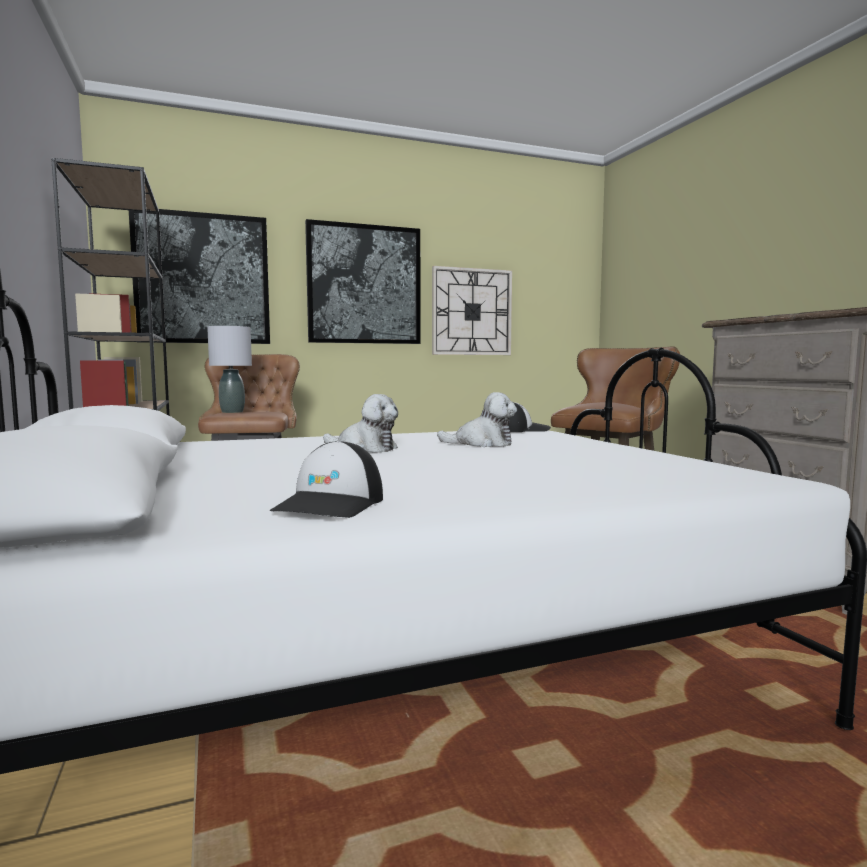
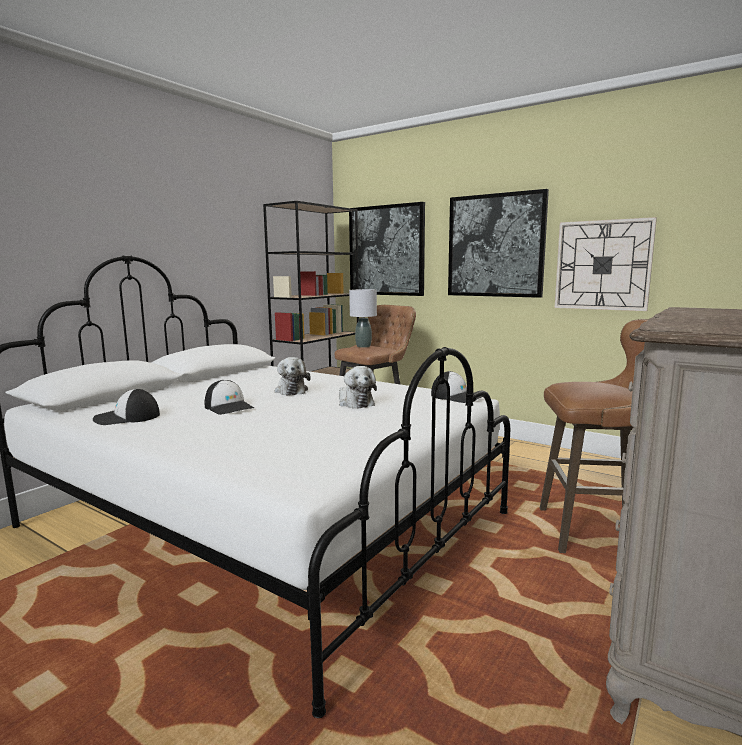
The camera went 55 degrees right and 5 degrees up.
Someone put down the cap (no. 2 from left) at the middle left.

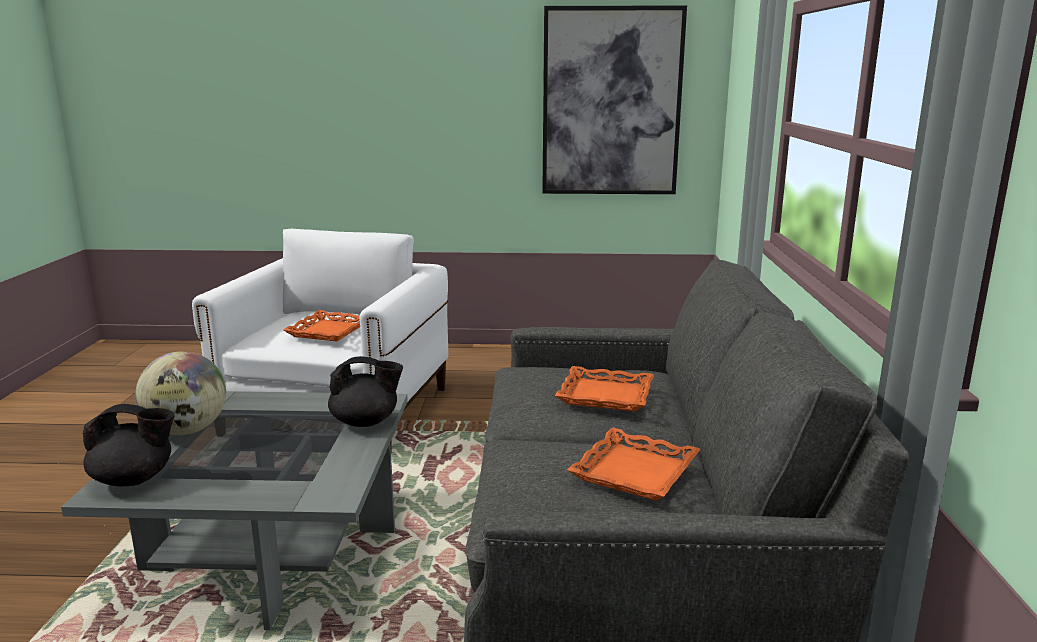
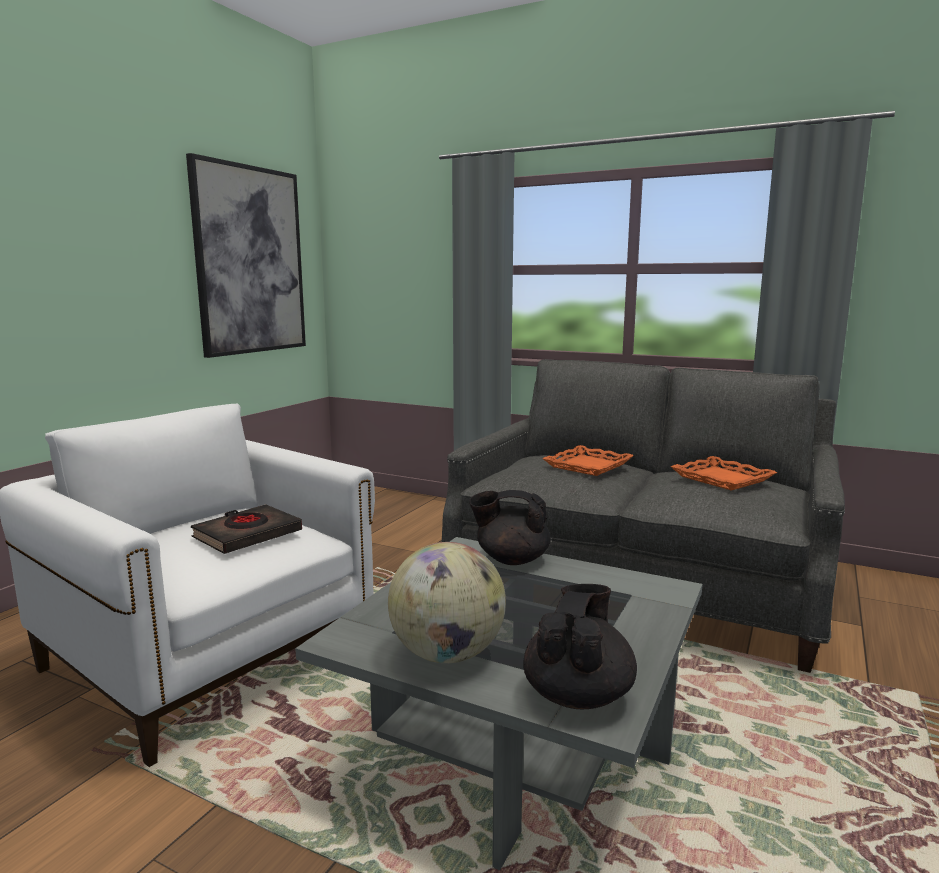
The camera went 65 degrees left and 5 degrees down.
Someone swapped the orange tray (no. 1 from left) at the middle left for the black book at the middle left.
Someone rotated the black teapot (no. 2 from left in the first image) at the centre by 105 degrees counterclockwise.

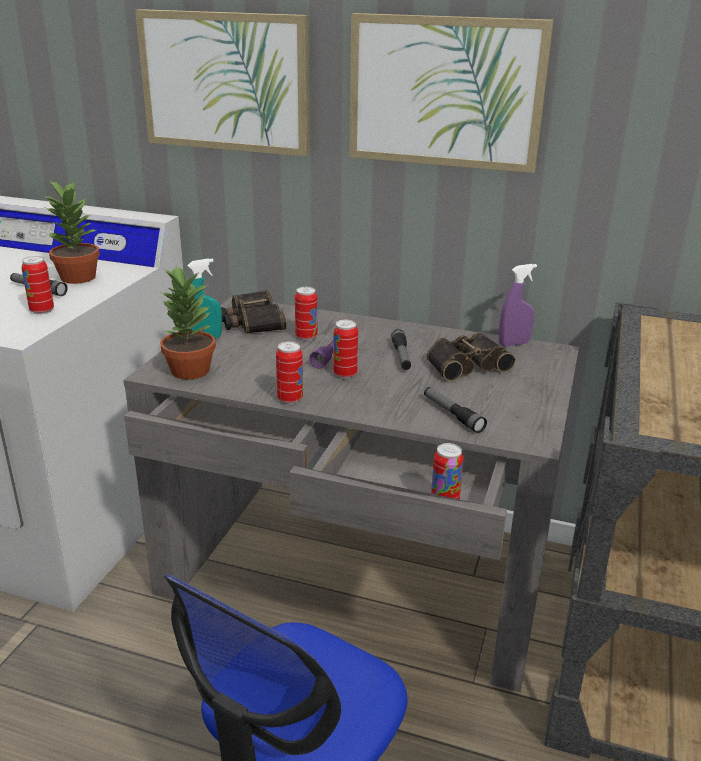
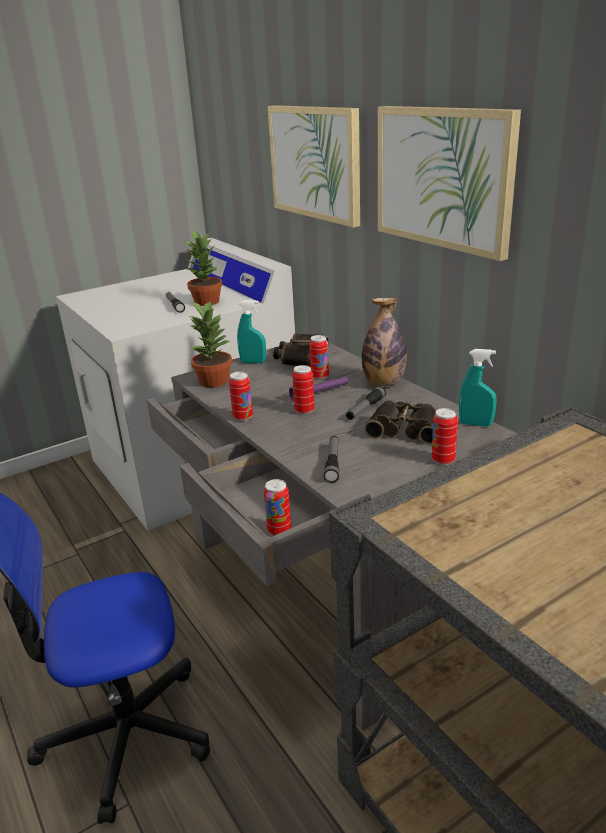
The camera went 40 degrees right and 0 degrees up.
Someone carried the can (no. 1 from left in the first image) from the middle left to the middle right.
Someone repainted the purple spray bottle at the middle right, which became the turquoise spray bottle (no. 2 from left) at the middle right.
Someone put down the bottle at the centre.

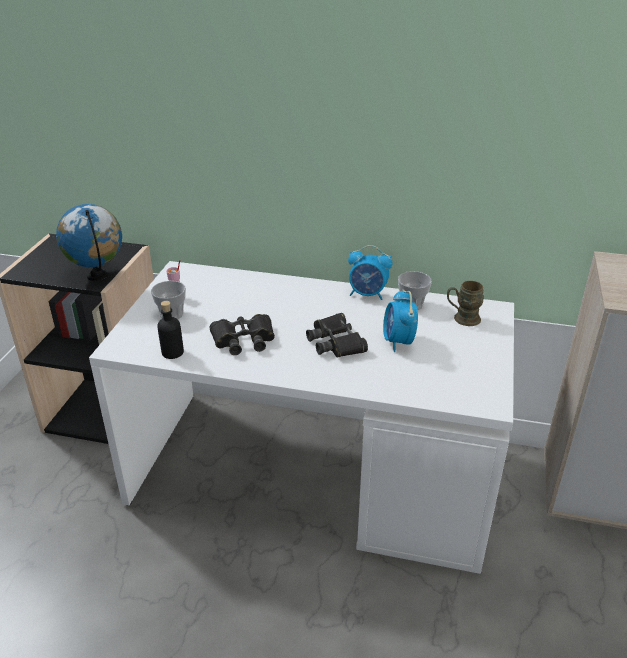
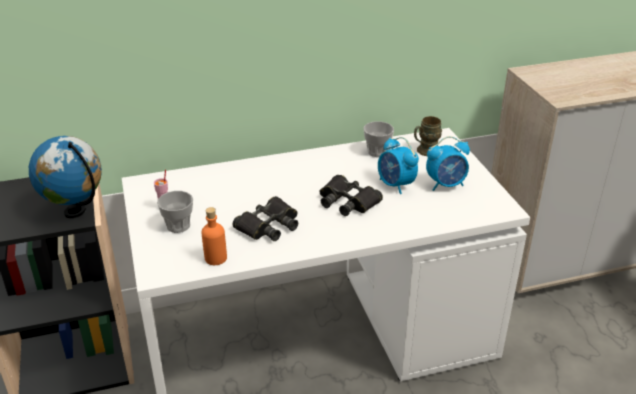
The camera went 30 degrees left and 0 degrees up.
Someone carried the alarm clock (no. 1 from left in the first image) from the centre to the middle right.
Someone repainted the black bottle at the middle left, which became the orange bottle at the centre.

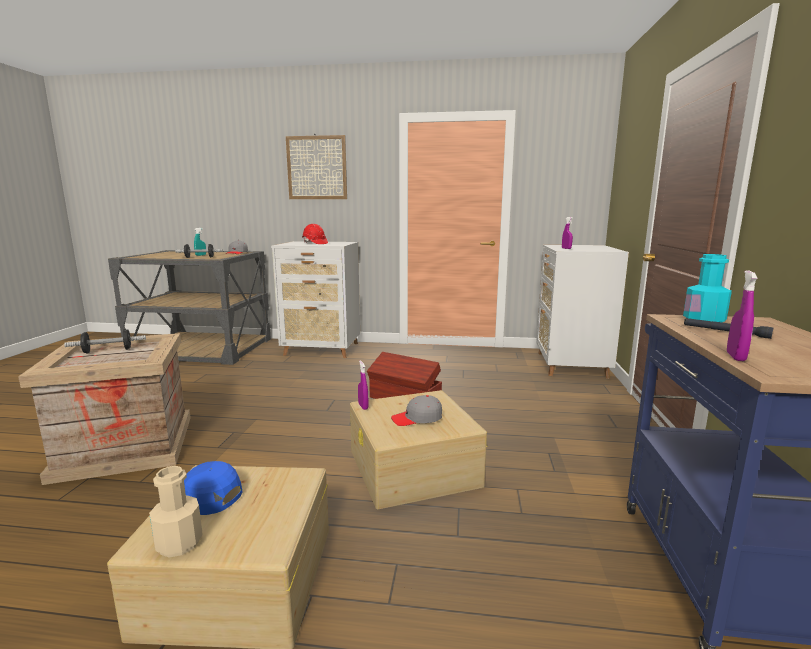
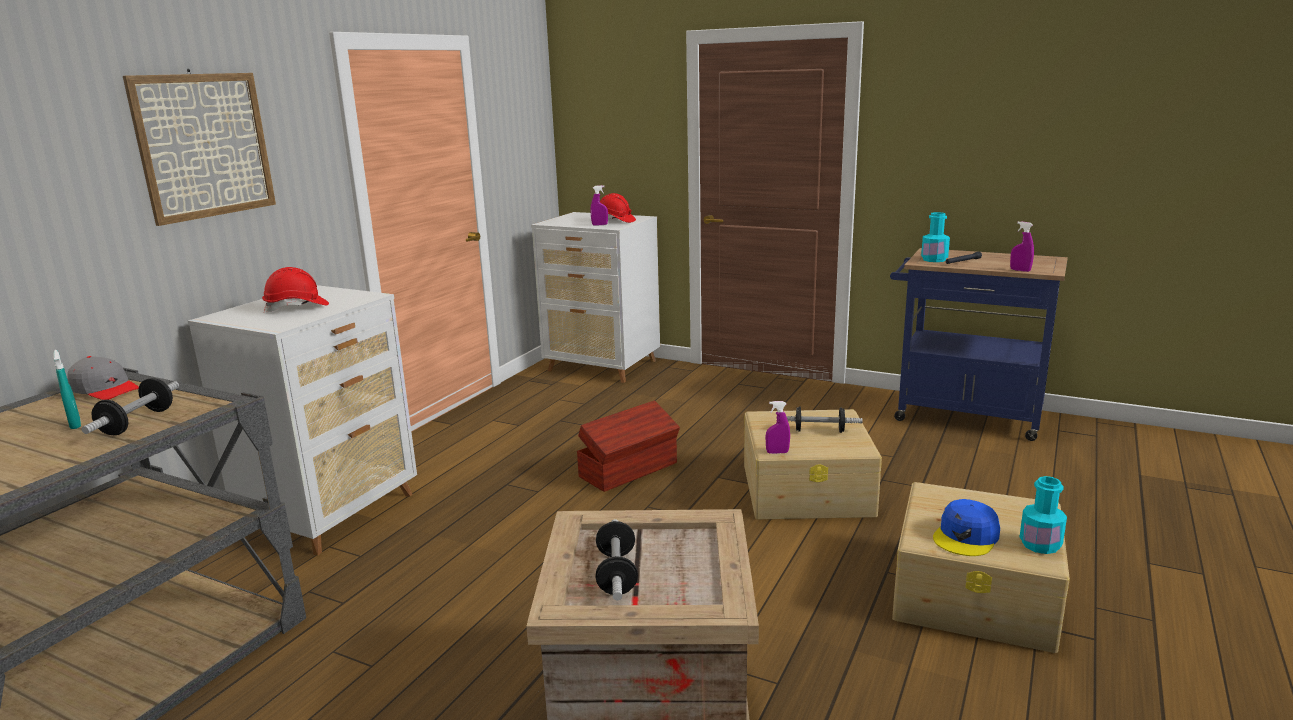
The camera went 70 degrees left and 5 degrees up.
Someone swapped the grey cap (no. 2 from left) at the centre for the dumbbell (no. 3 from left) at the centre.
Someone repainted the beige bottle at the bottom left, which became the turquoise bottle (no. 2 from left) at the bottom right.
Someone put down the red hard hat (no. 2 from left) at the top centre.

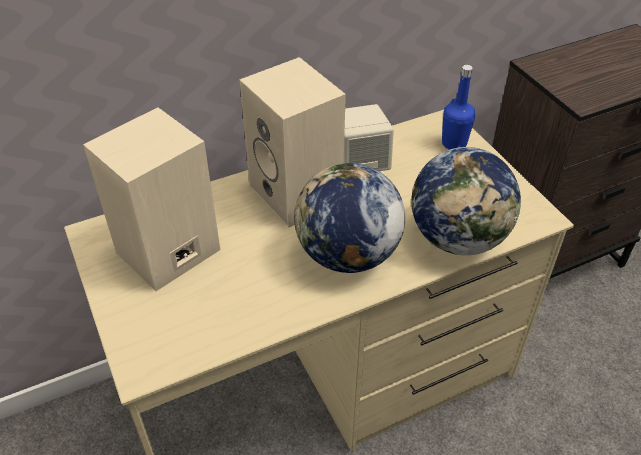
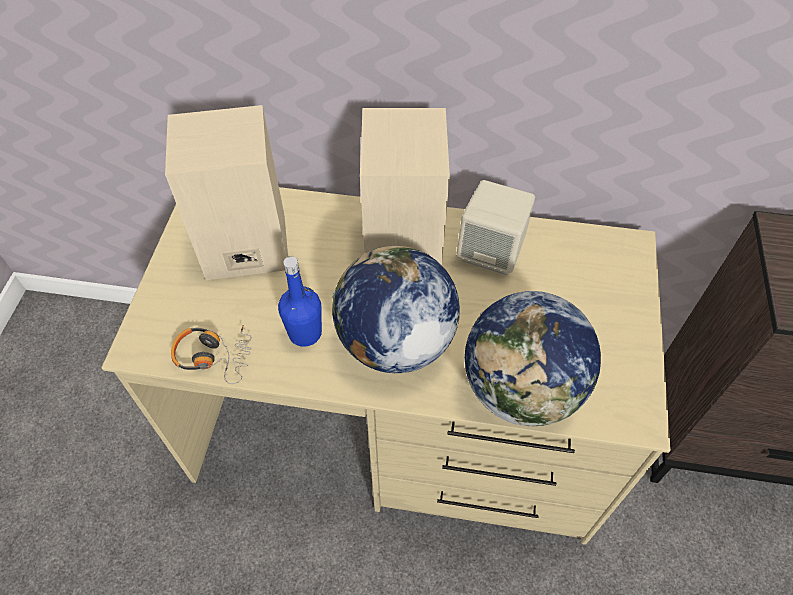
The camera went 35 degrees right and 10 degrees up.
Someone carried the blue bottle from the top right to the centre.
Someone put down the headphones at the middle left.

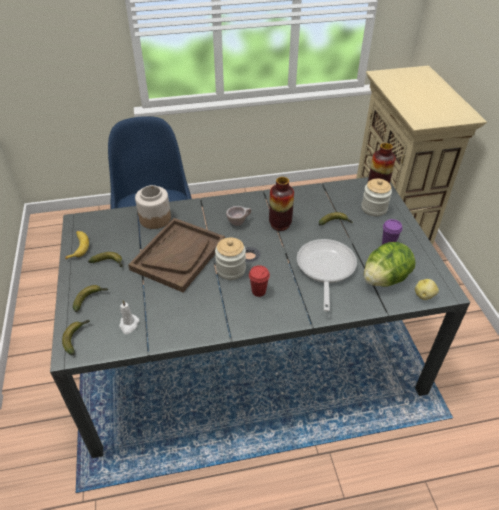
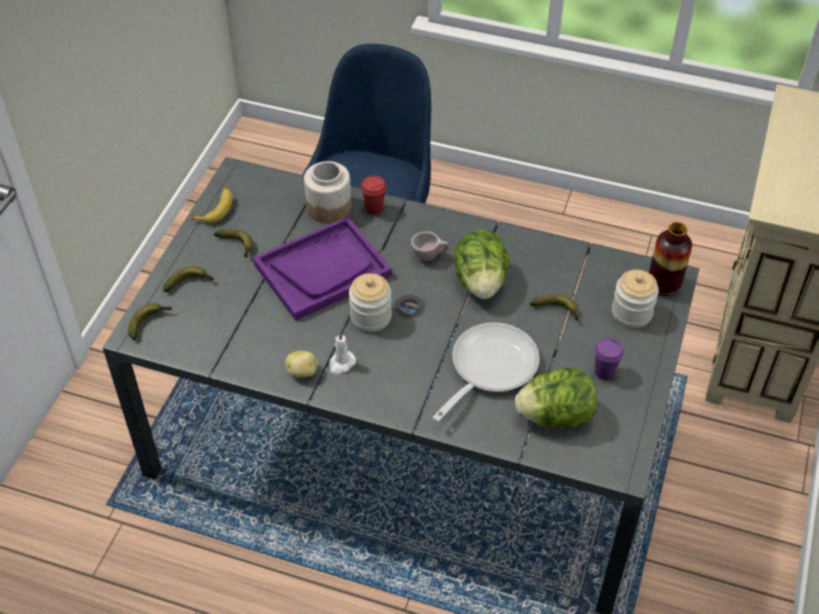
The camera went 30 degrees right and 5 degrees up.
Someone swapped the vase (no. 1 from left) at the centre for the lettuce (no. 1 from left) at the centre.
Someone repainted the brown tray at the centre, which became the purple tray at the centre.
Someone carried the red cup from the centre to the top centre.
Someone carried the potato from the middle right to the centre.
Someone carried the white candle from the middle left to the centre.

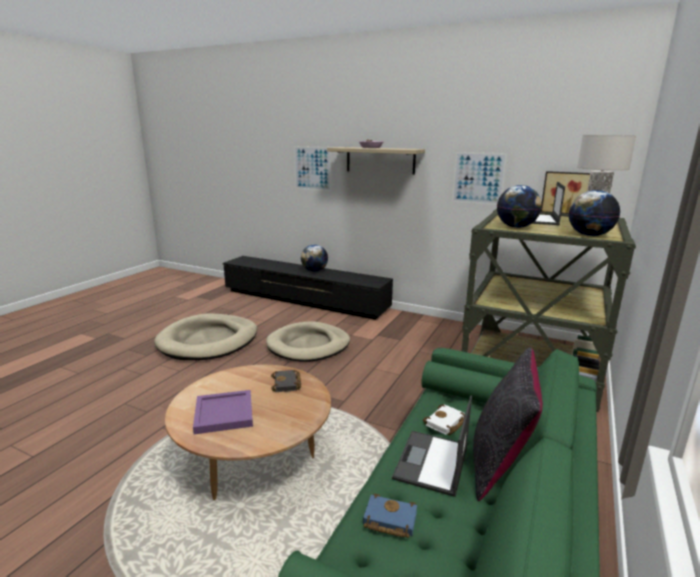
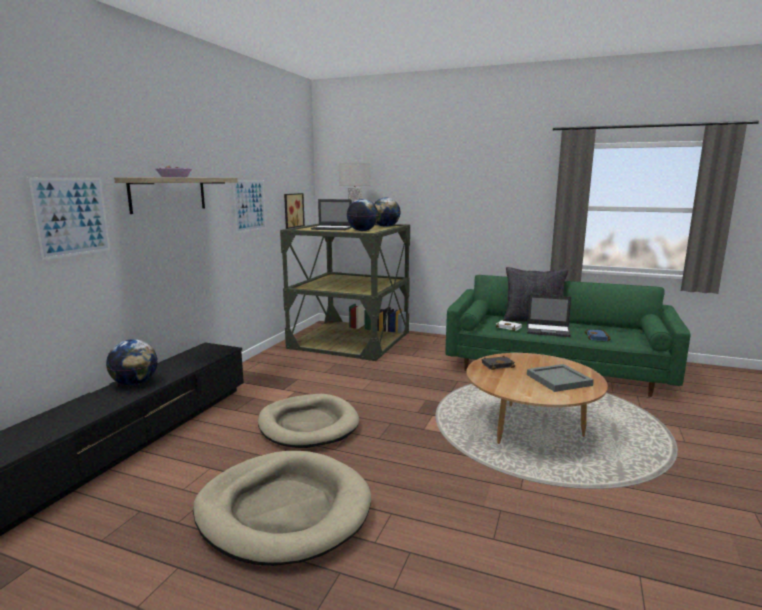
The camera went 95 degrees left and 5 degrees down.
Someone repainted the purple tray at the bottom left, which became the grey tray at the middle right.

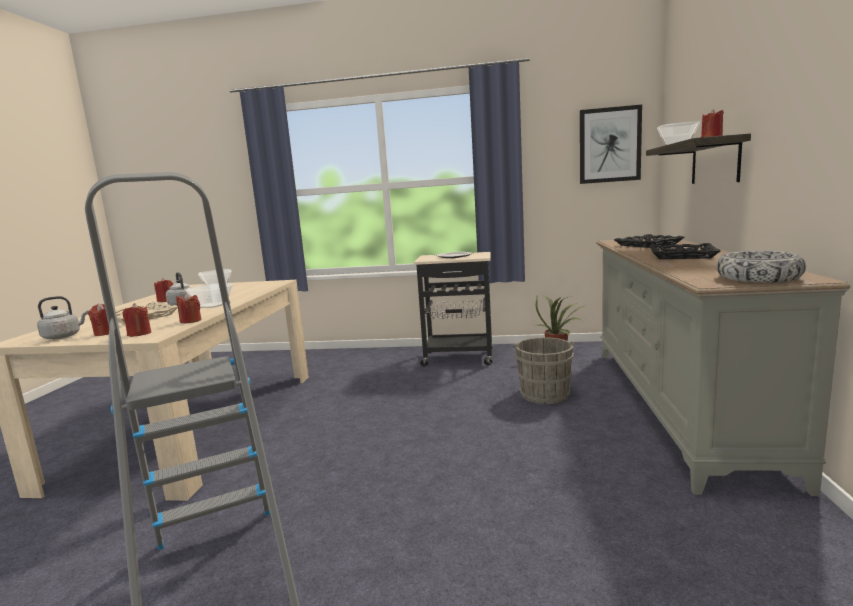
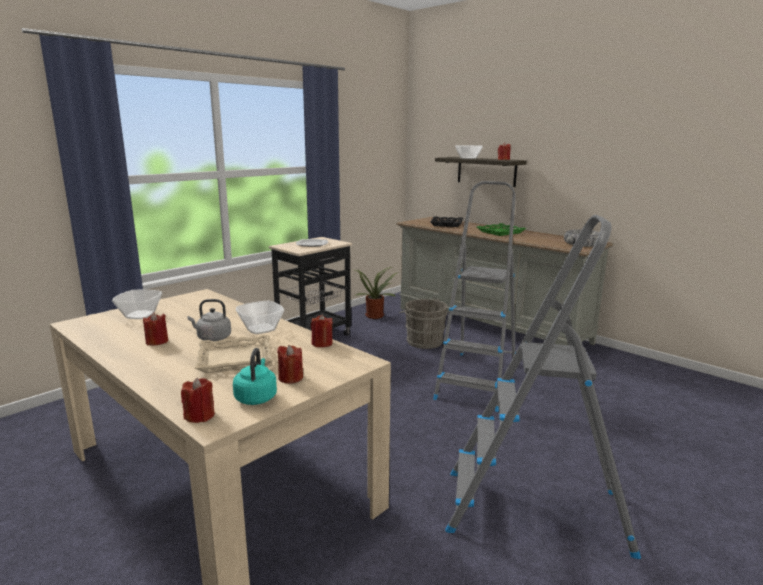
The camera went 55 degrees left and 5 degrees up.
Someone took away the picture at the top right.
Someone repainted the black tray (no. 2 from left) at the middle right, which became the green tray at the centre.
Someone repainted the grey kettle (no. 1 from left) at the middle left, which became the turquoise kettle at the centre.
Someone carried the red candle (no. 2 from left) from the middle left to the bottom left.
Someone put down the grey step ladder (no. 1 from left) at the centre.

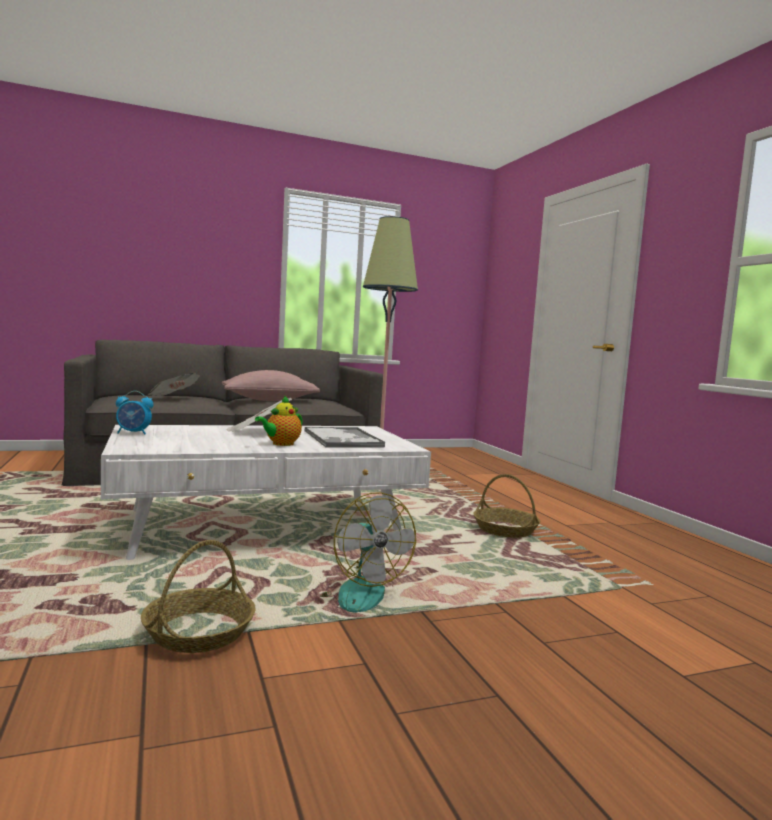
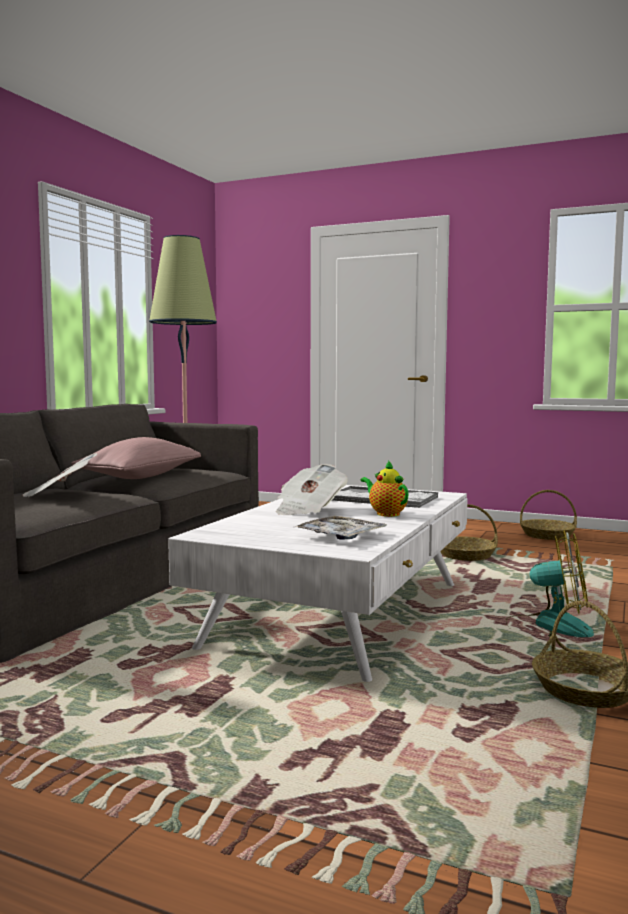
The camera went 45 degrees left and 0 degrees up.
Someone took away the alarm clock at the middle left.
Someone rotated the teapot at the centre by 150 degrees clockwise.
Someone put down the basket (no. 2 from left) at the middle right.
Someone put down the tray (no. 1 from left) at the centre.

